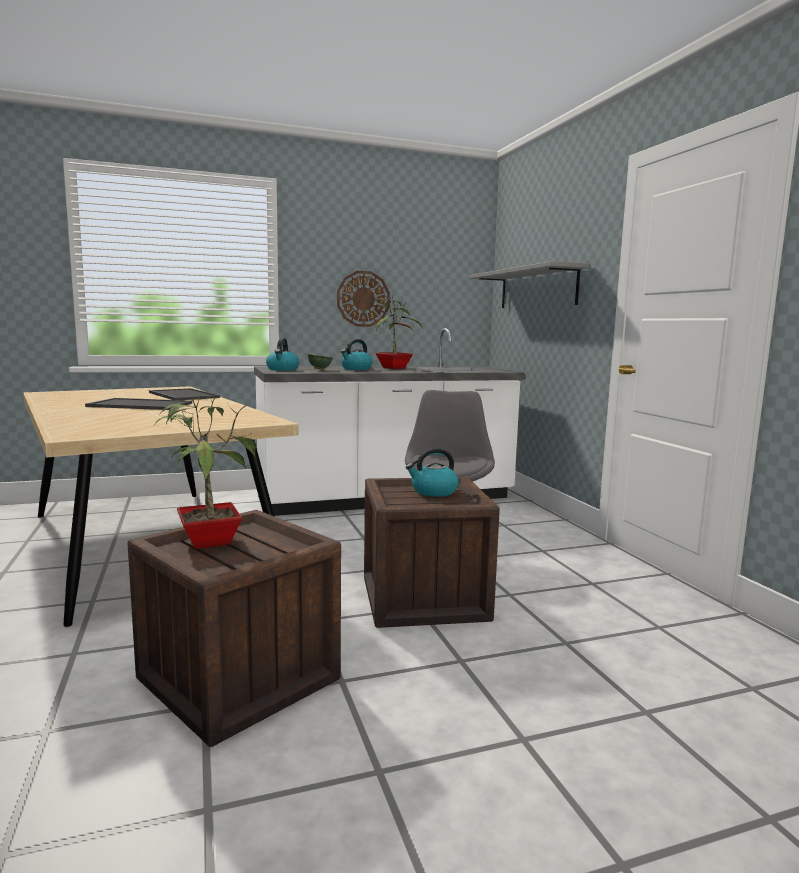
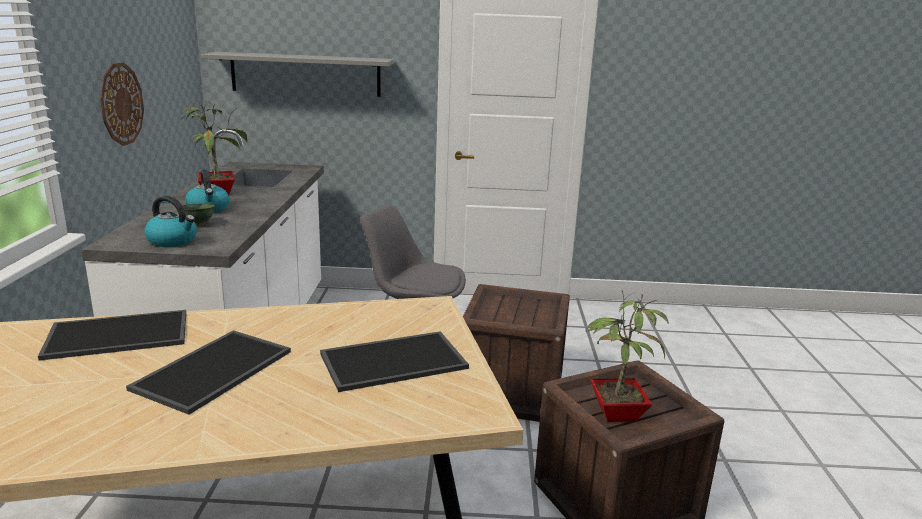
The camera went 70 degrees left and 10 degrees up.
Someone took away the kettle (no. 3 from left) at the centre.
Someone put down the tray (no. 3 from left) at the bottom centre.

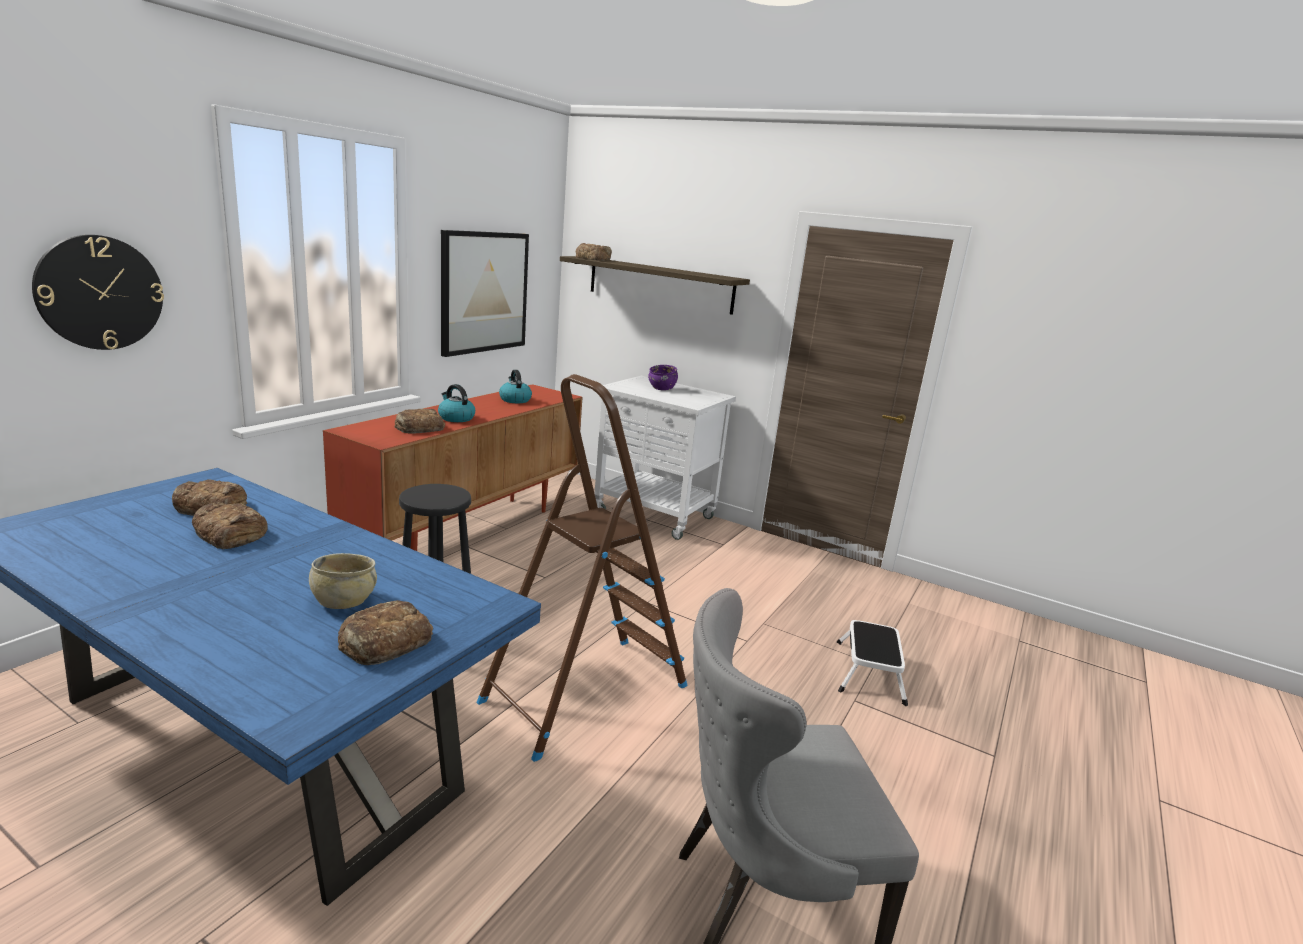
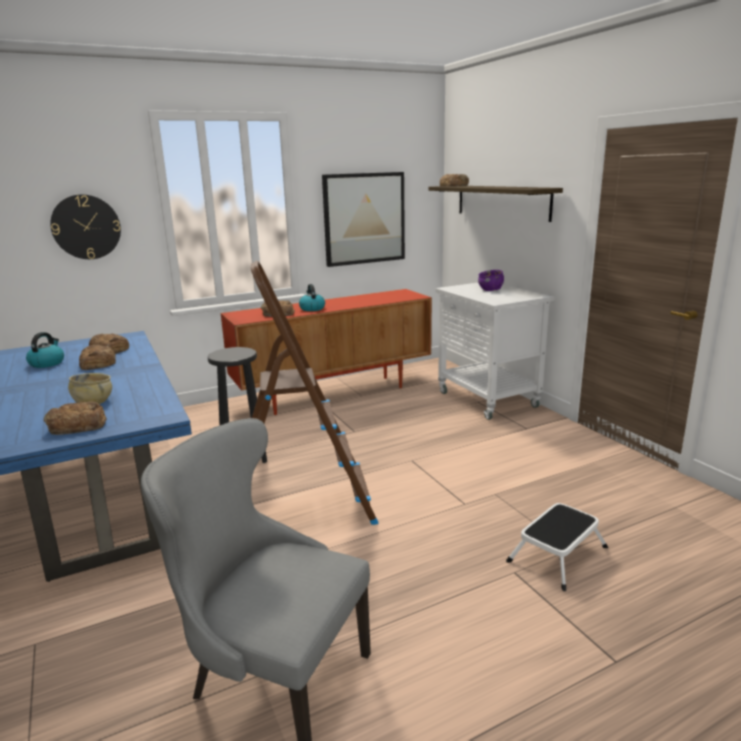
The camera went 35 degrees right and 0 degrees up.
Someone carried the kettle (no. 2 from left in the first image) from the centre to the middle left.

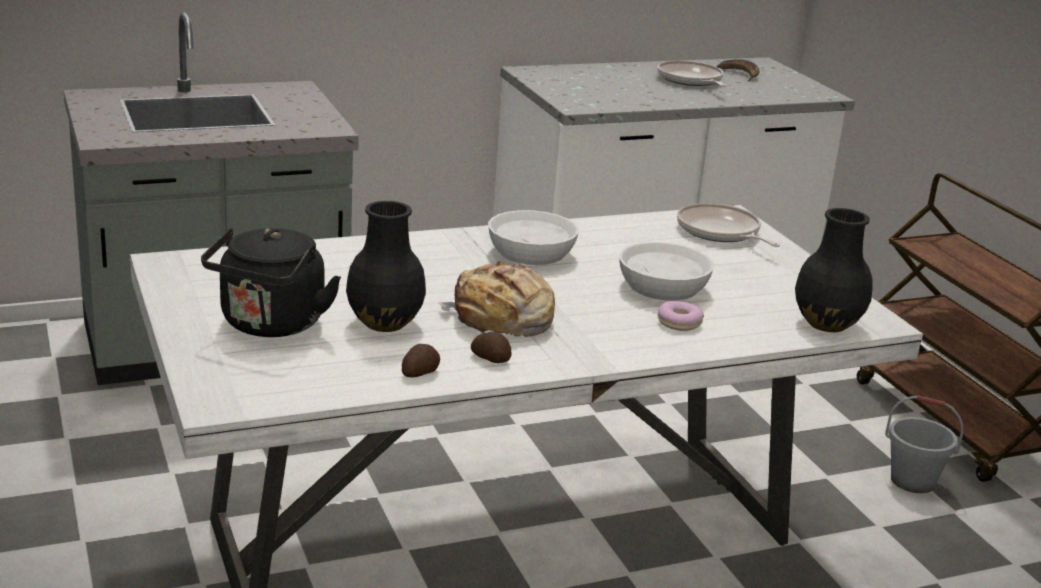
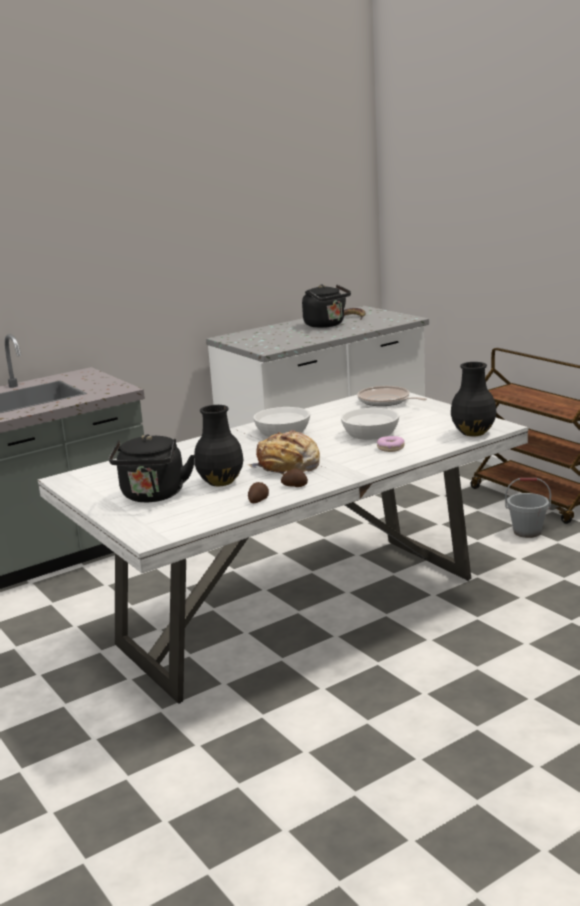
The camera went 10 degrees left and 5 degrees down.
Someone swapped the frying pan (no. 1 from left) at the top centre for the black kettle (no. 2 from left) at the centre.

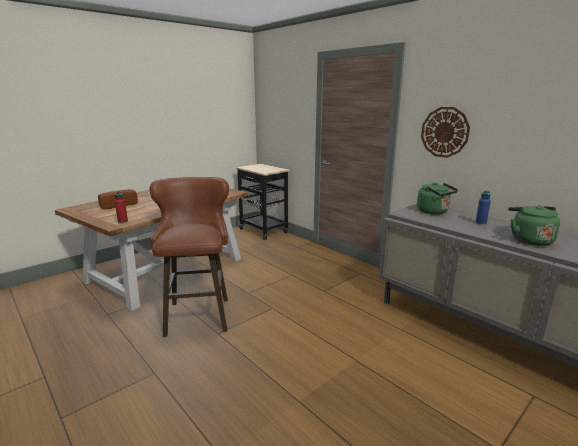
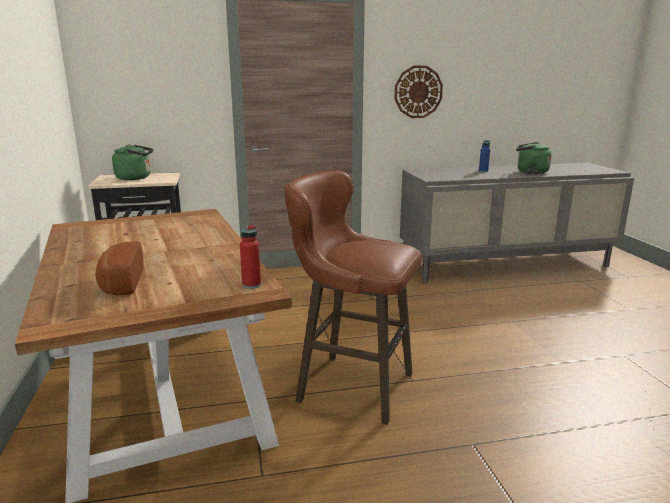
The camera went 60 degrees left and 0 degrees up.
Someone carried the green kettle (no. 1 from left) from the middle right to the top left.

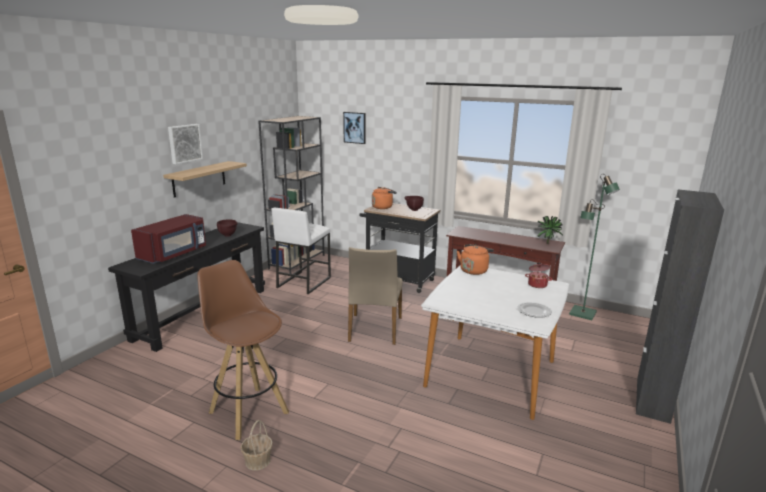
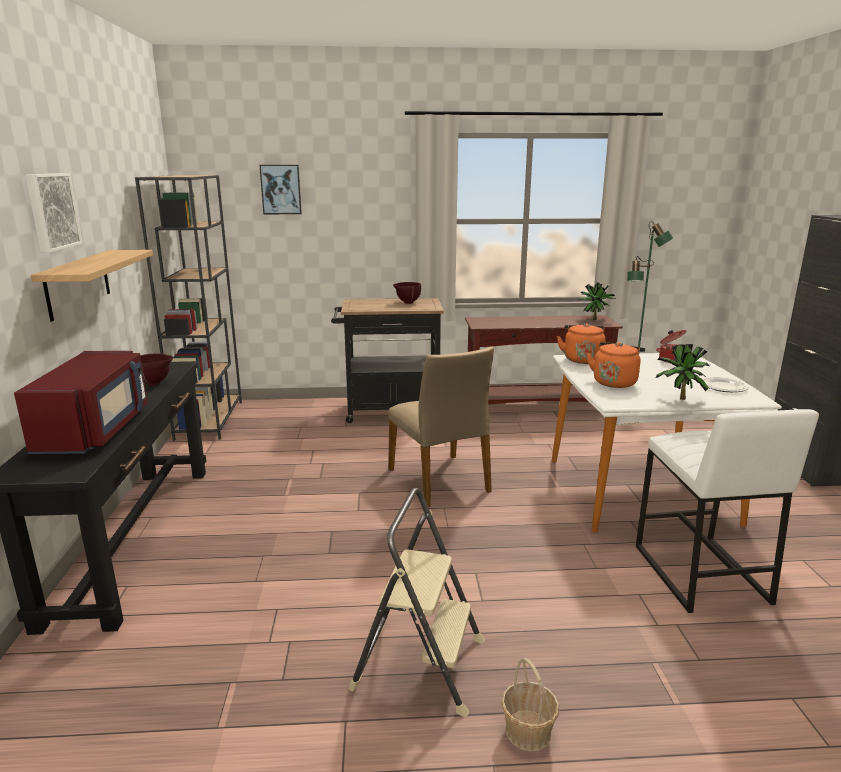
The camera went 30 degrees left and 0 degrees up.
Someone carried the orange kettle (no. 1 from left in the first image) from the centre to the middle right.
Someone carried the white stool from the centre to the middle right.
Someone swapped the brown stool at the bottom left for the beige step ladder at the bottom centre.
Someone put down the potted plant (no. 2 from left) at the middle right.

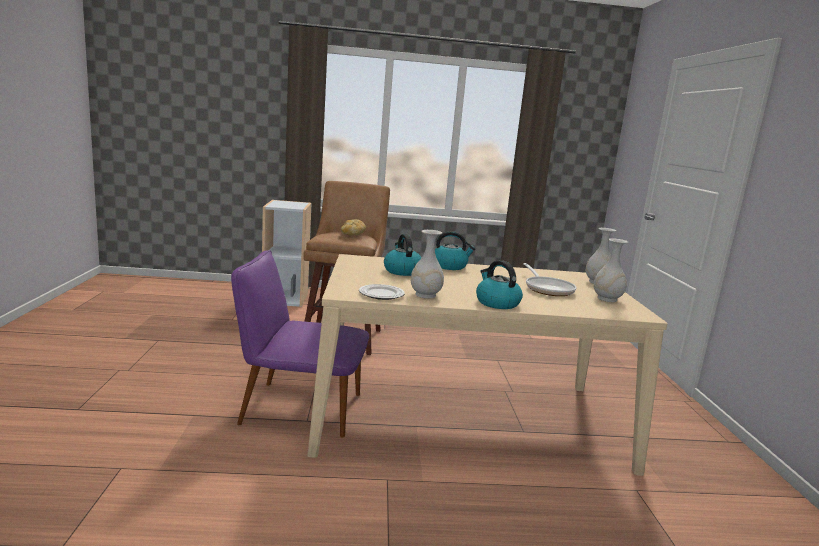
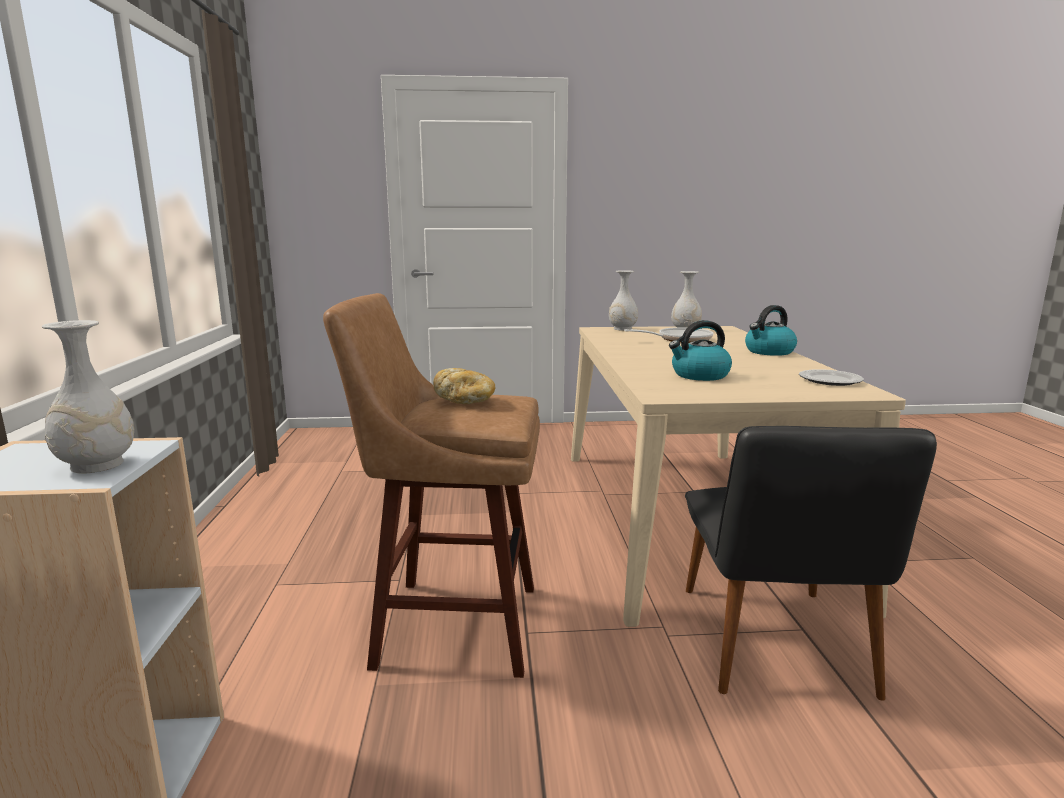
The camera went 90 degrees left and 0 degrees up.
Someone carried the white vase (no. 1 from left) from the centre to the middle left.
Someone took away the kettle (no. 2 from left) at the centre.
Someone repainted the purple chair at the centre, which became the black chair at the bottom right.

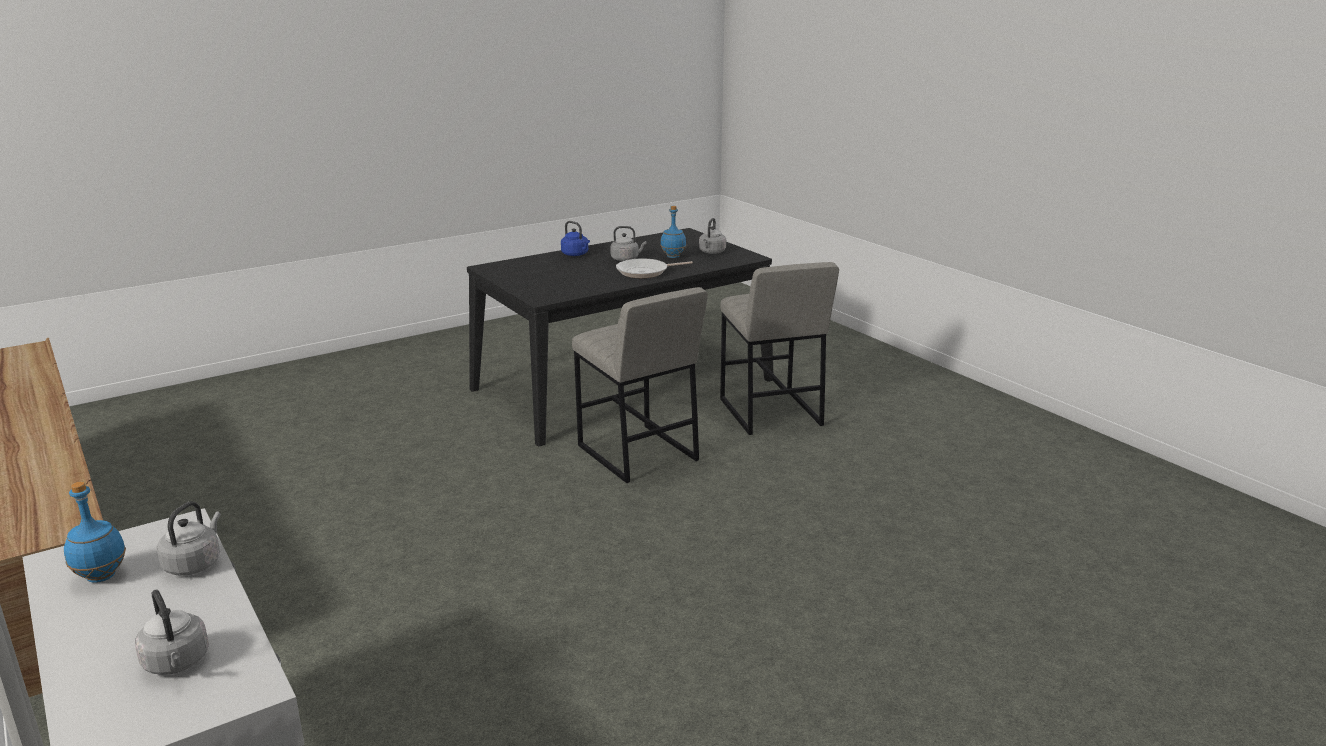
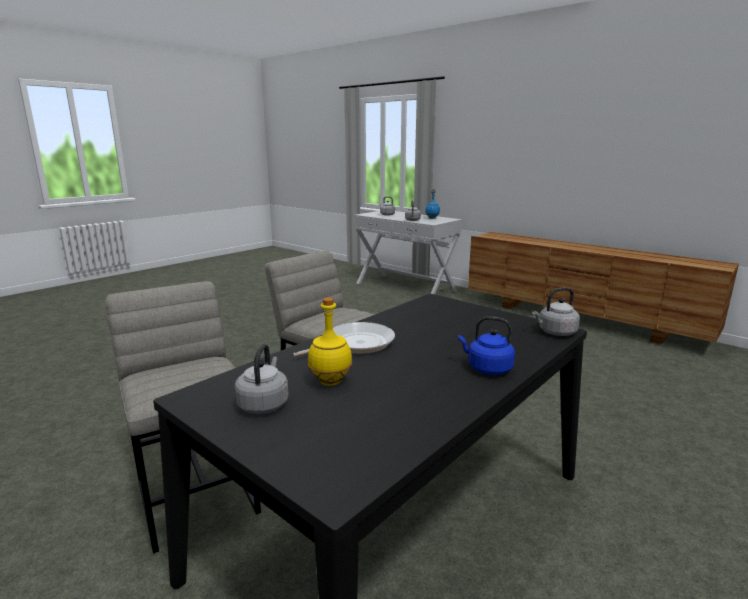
The camera went 165 degrees right and 5 degrees down.
Someone repainted the blue bottle (no. 2 from left) at the top centre, which became the yellow bottle at the centre.
Someone carried the grey kettle (no. 3 from left in the first image) from the top centre to the middle right.

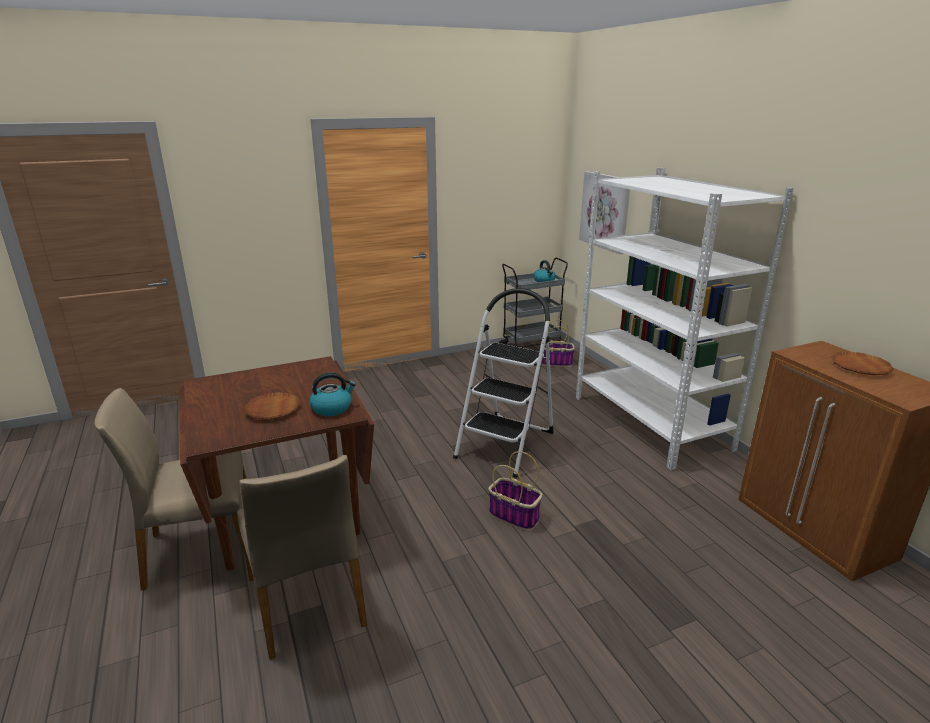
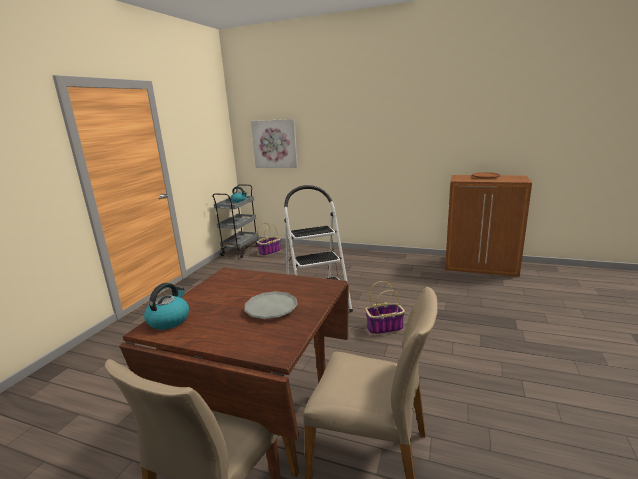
The camera went 45 degrees left and 5 degrees down.
Someone took away the white bookcase at the middle right.
Someone carried the kettle (no. 1 from left) from the centre to the middle left.
Someone repainted the brown plate (no. 1 from left) at the middle left, which became the grey plate at the centre.

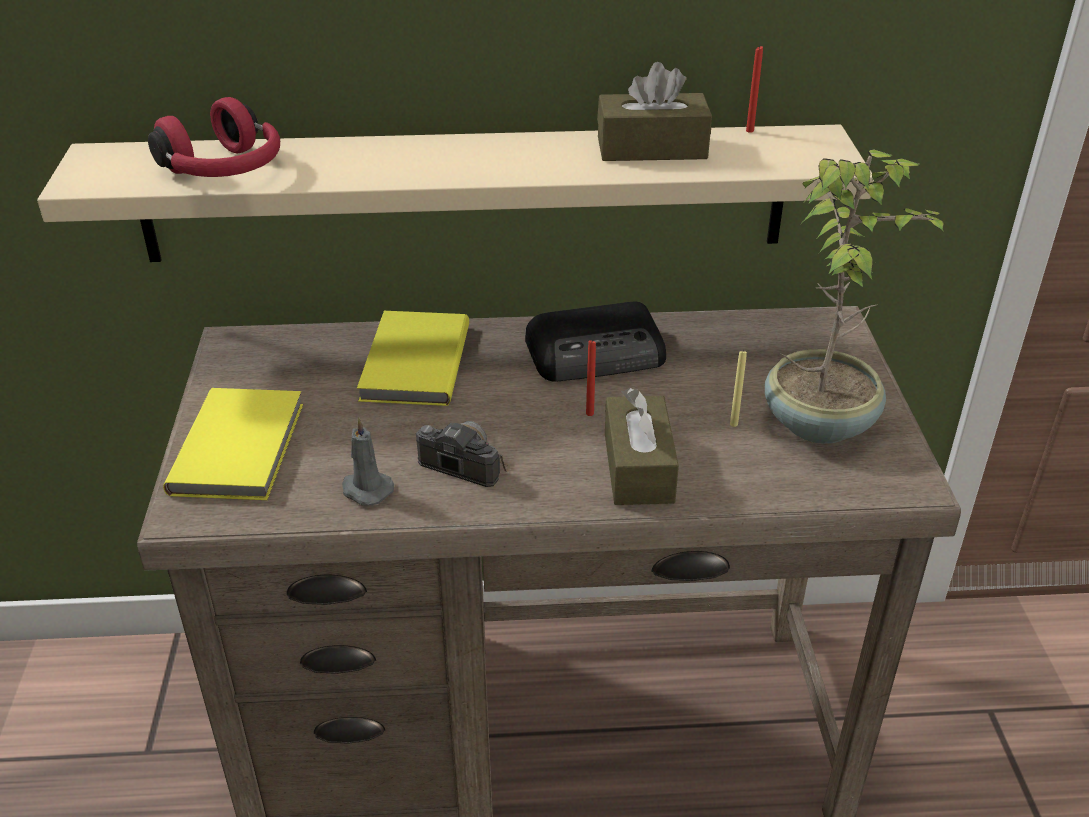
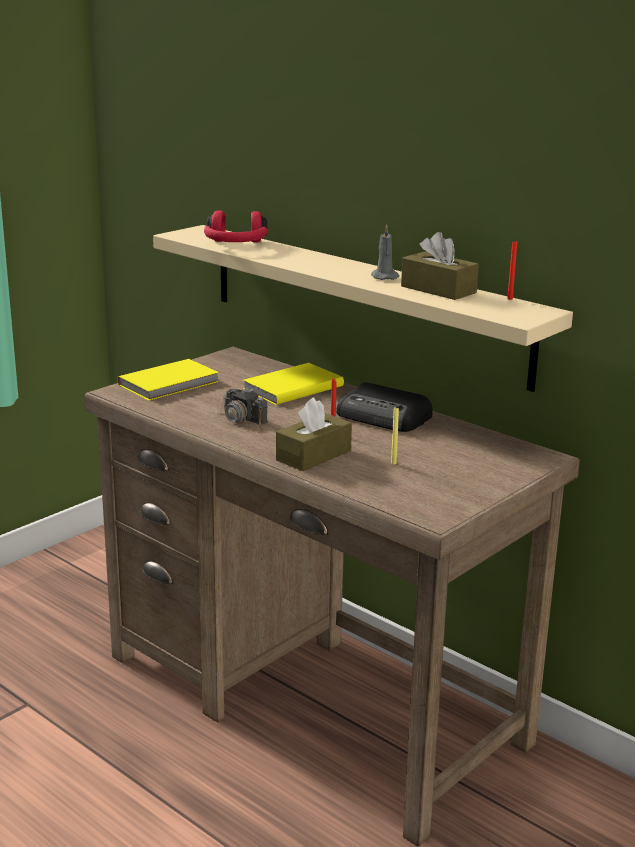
The camera went 45 degrees right and 15 degrees down.
Someone took away the potted plant at the middle right.
Someone carried the grey candle from the centre to the top centre.
Someone rotated the photo camera at the centre by 150 degrees clockwise.

